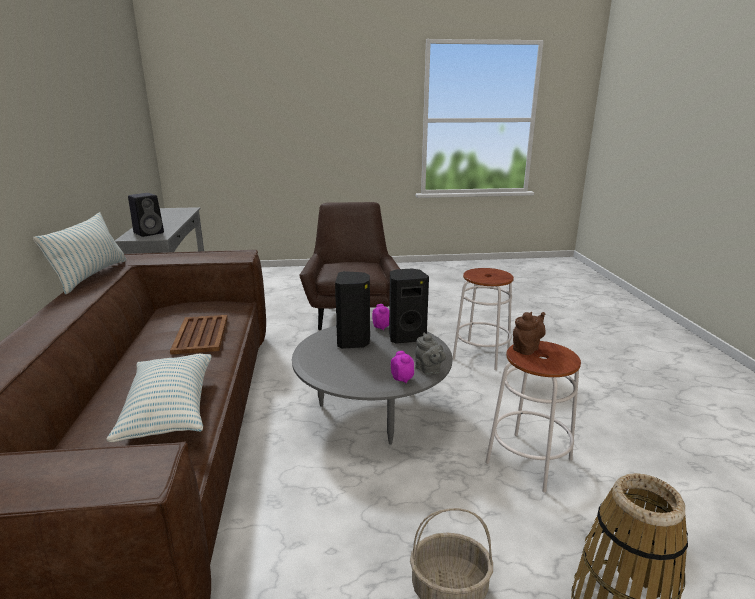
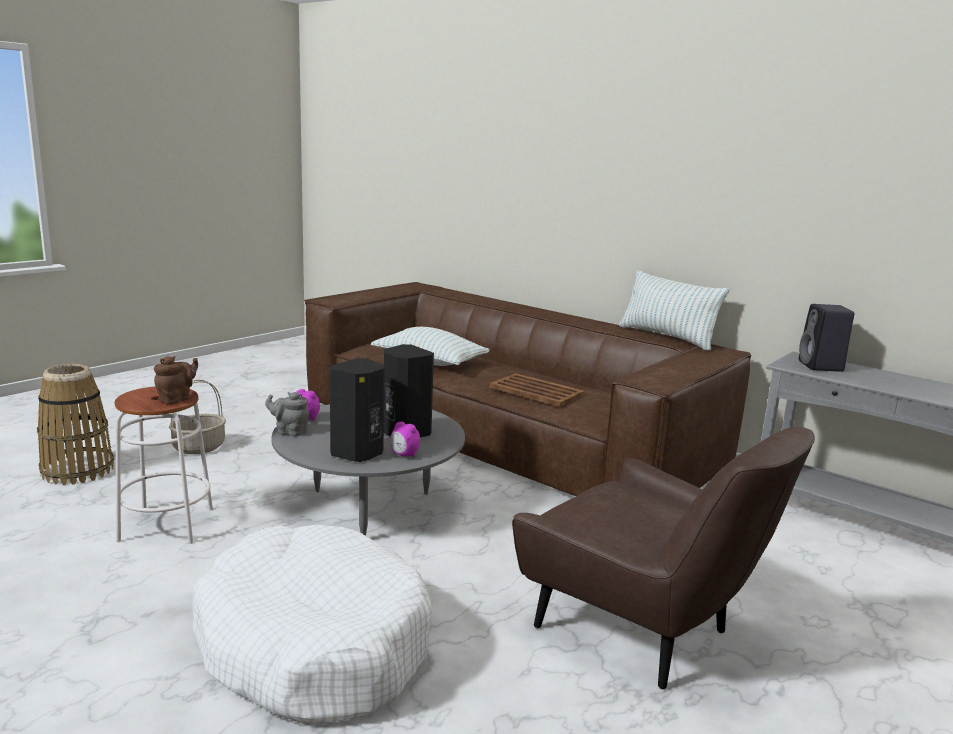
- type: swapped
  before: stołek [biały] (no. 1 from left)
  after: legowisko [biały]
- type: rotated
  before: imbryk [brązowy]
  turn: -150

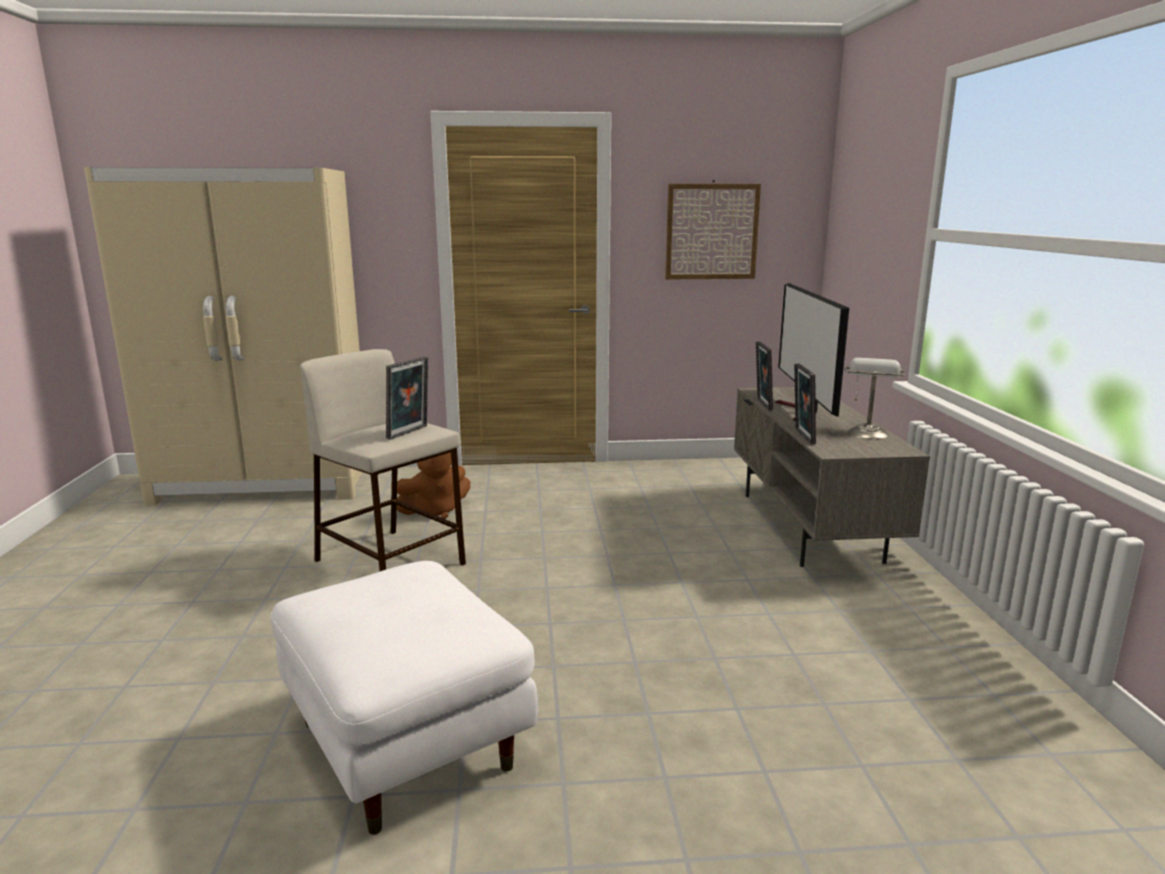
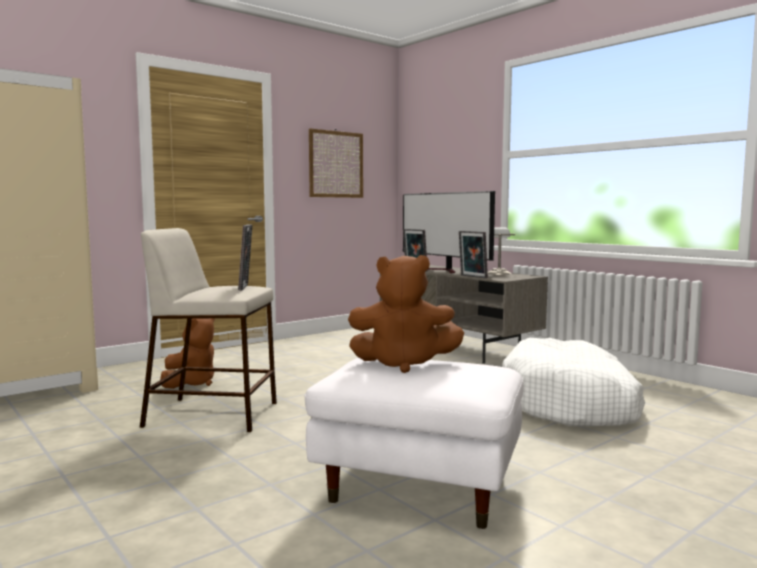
- type: new
  after: pluszak [brązowy] (no. 2 from left)
- type: new
  after: legowisko [biały]

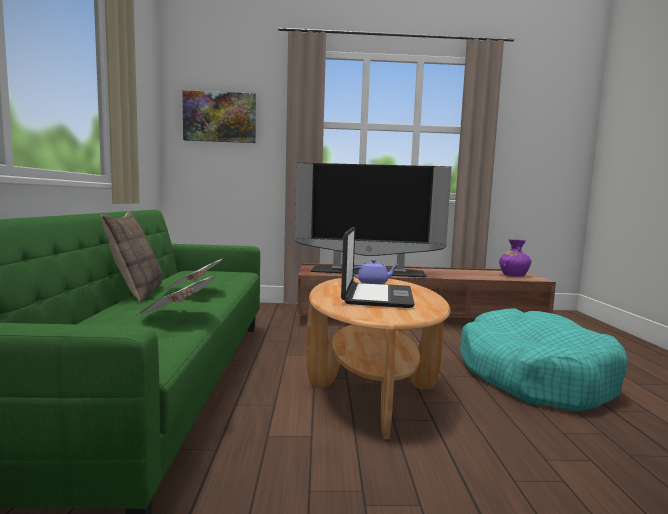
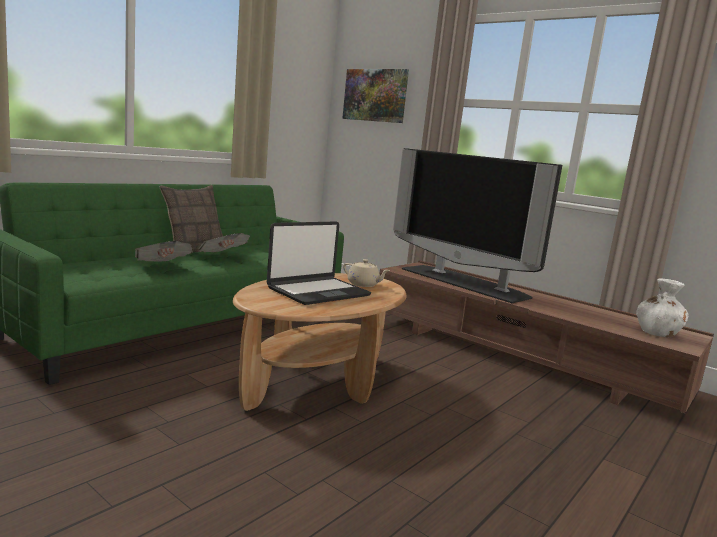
- type: repainted
  before: imbryk [fioletowy]
  after: imbryk [beżowy]
- type: gone
  before: legowisko [turkusowy]
- type: repainted
  before: wazon [fioletowy]
  after: wazon [biały]

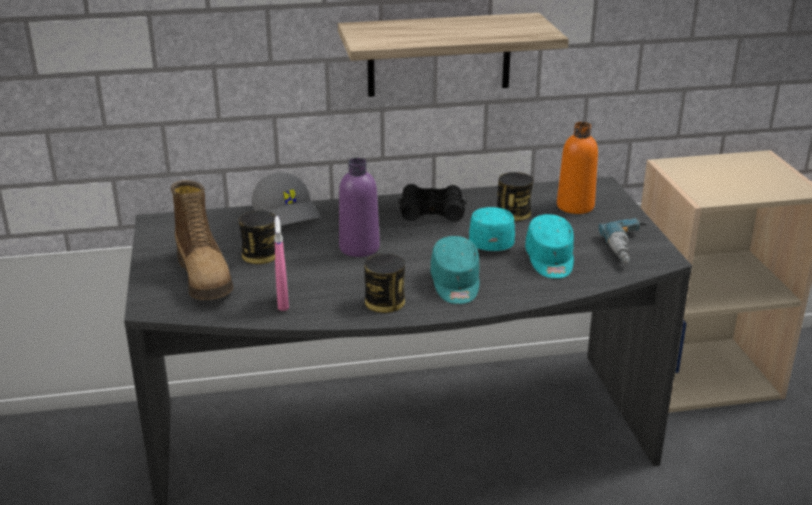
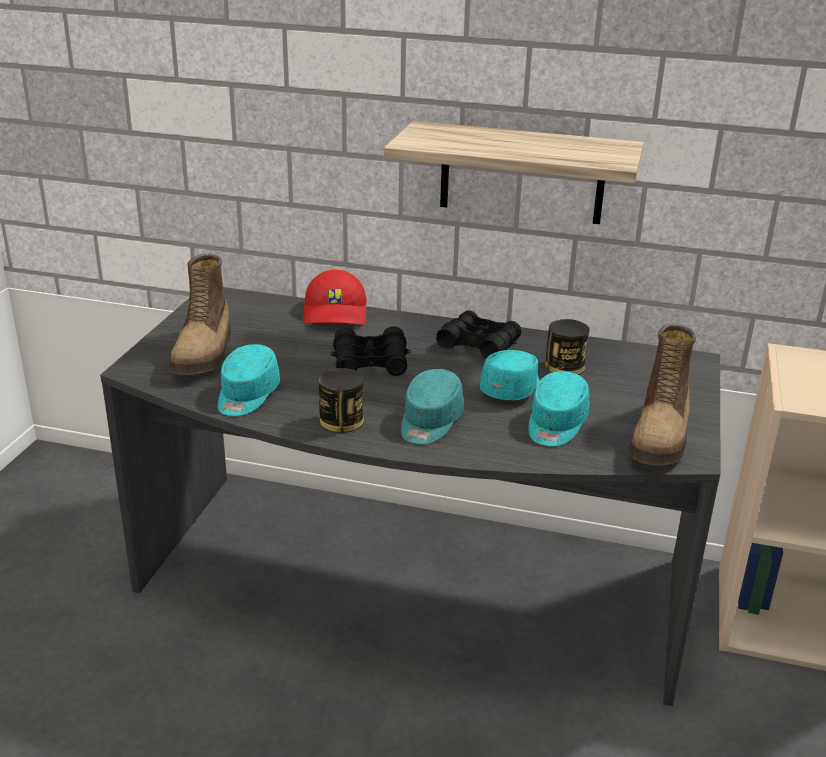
- type: gone
  before: puszka (no. 1 from left)
- type: repainted
  before: czapka z daszkiem [szary]
  after: czapka z daszkiem [czerwony]
- type: swapped
  before: spryskiwacz [różowy]
  after: czapka z daszkiem [turkusowy] (no. 1 from left)
- type: swapped
  before: butelka [fioletowy]
  after: lornetka [czarny] (no. 1 from left)
- type: gone
  before: butelka [pomarańczowy]
- type: swapped
  before: wiertarka
  after: but z cholewką (no. 2 from left)

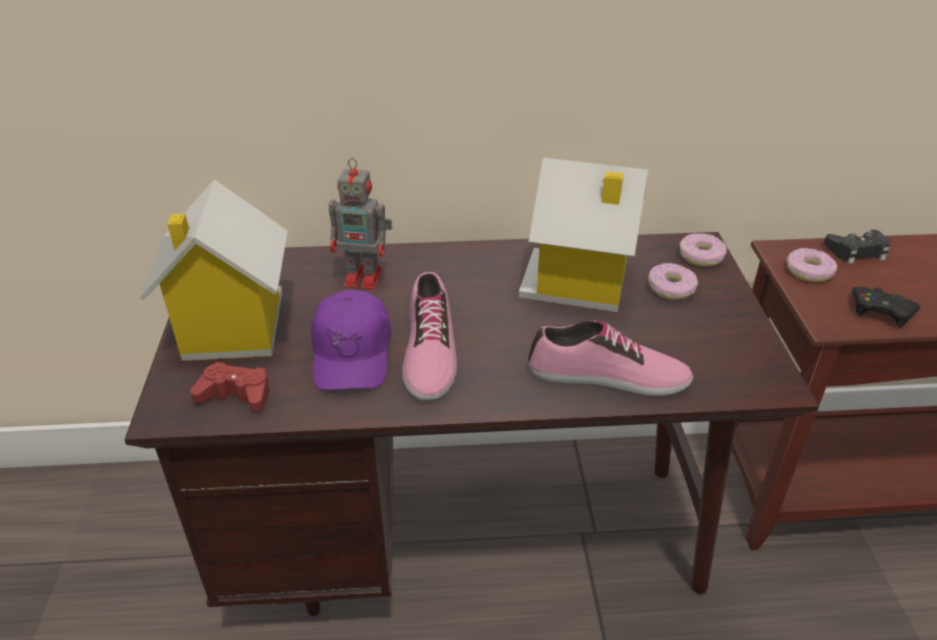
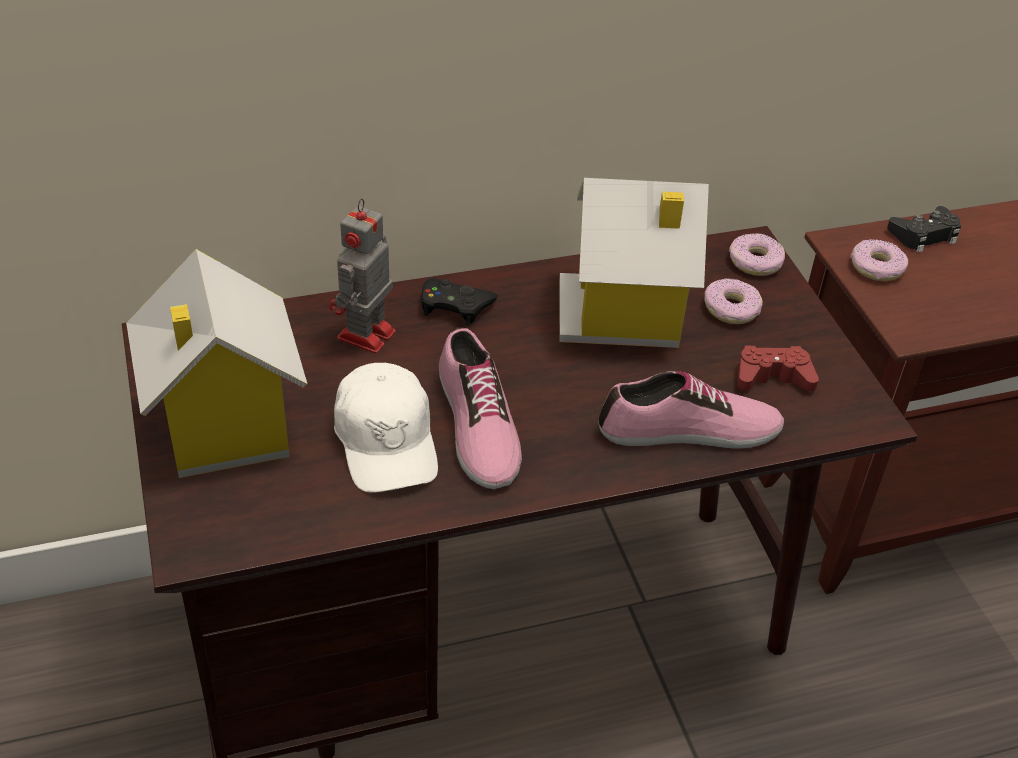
- type: shifted
  before: pad do gier [czerwony]
- type: repainted
  before: czapka z daszkiem [fioletowy]
  after: czapka z daszkiem [biały]
- type: rotated
  before: robot zabawkowy
  turn: 120
- type: shifted
  before: pad do gier [czarny] (no. 2 from left in the first image)
  after: pad do gier [czarny] (no. 1 from left)

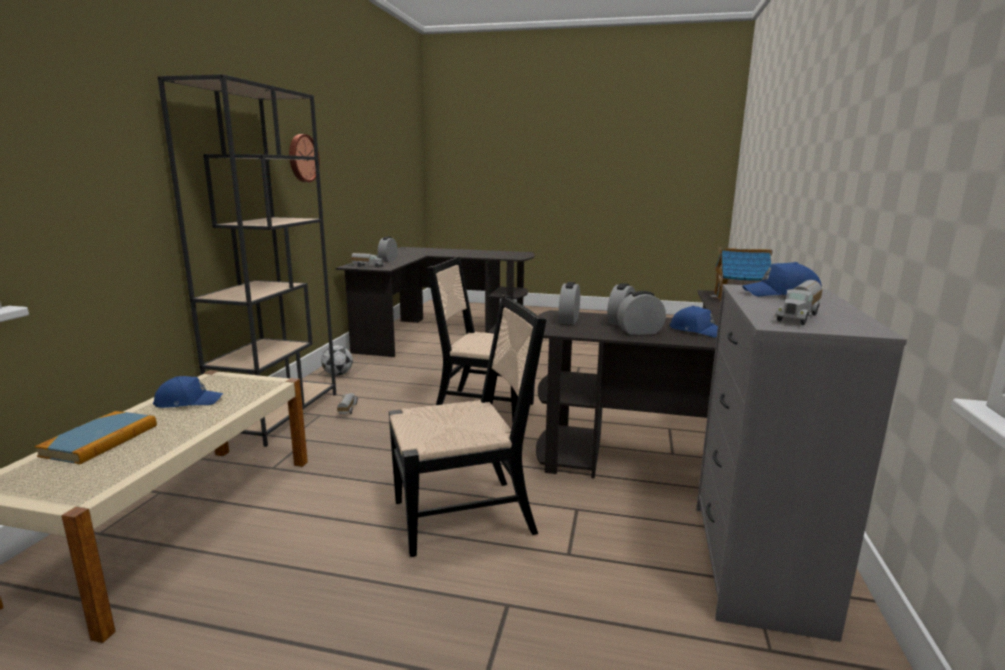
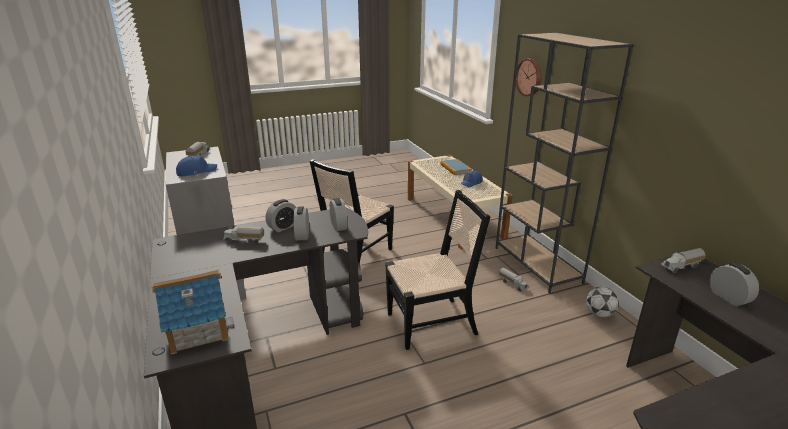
- type: shifted
  before: zegar ścienny
- type: swapped
  before: czapka z daszkiem [niebieski] (no. 2 from left)
  after: ciężarówka zabawkowa (no. 2 from left)

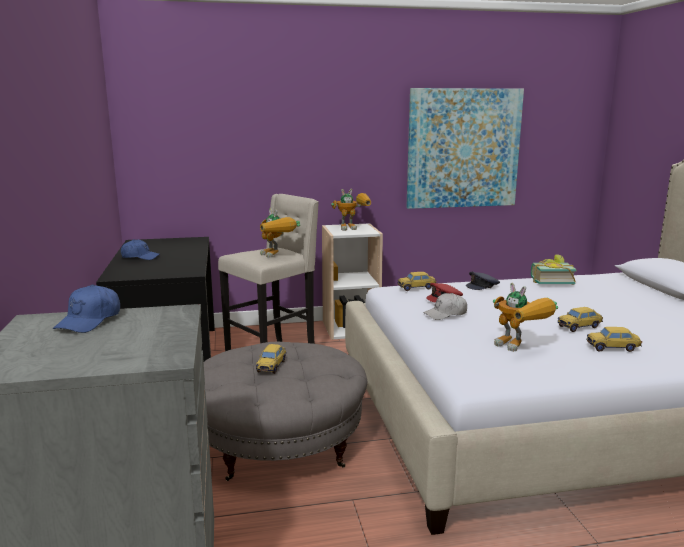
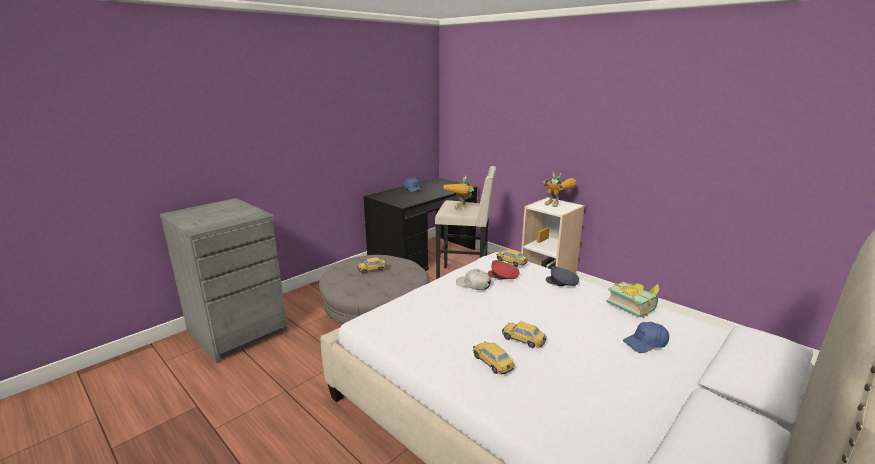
- type: shifted
  before: czapka z daszkiem [niebieski] (no. 1 from left in the first image)
  after: czapka z daszkiem [niebieski] (no. 2 from left)
- type: gone
  before: obraz
- type: gone
  before: robot zabawkowy (no. 3 from left)

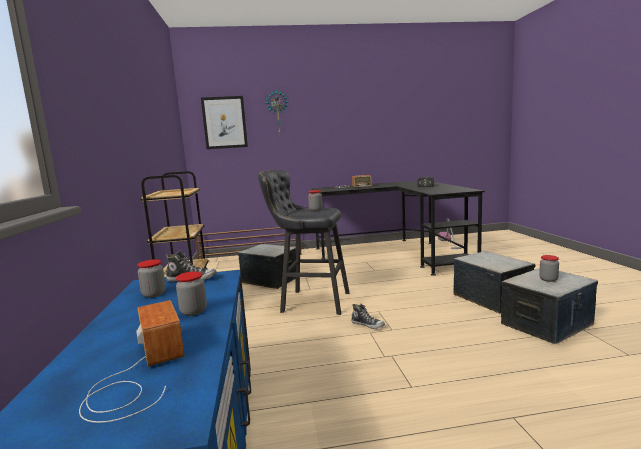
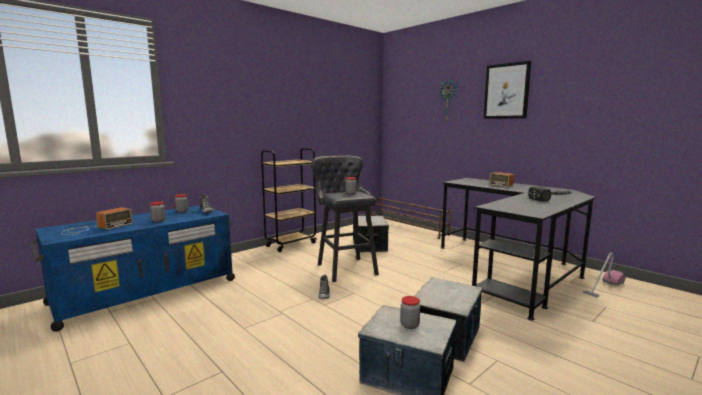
- type: shifted
  before: obraz

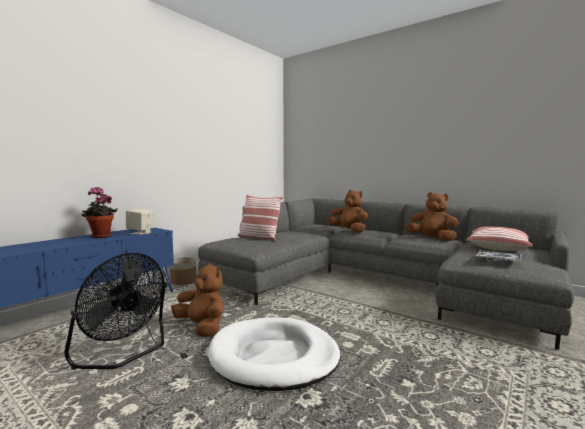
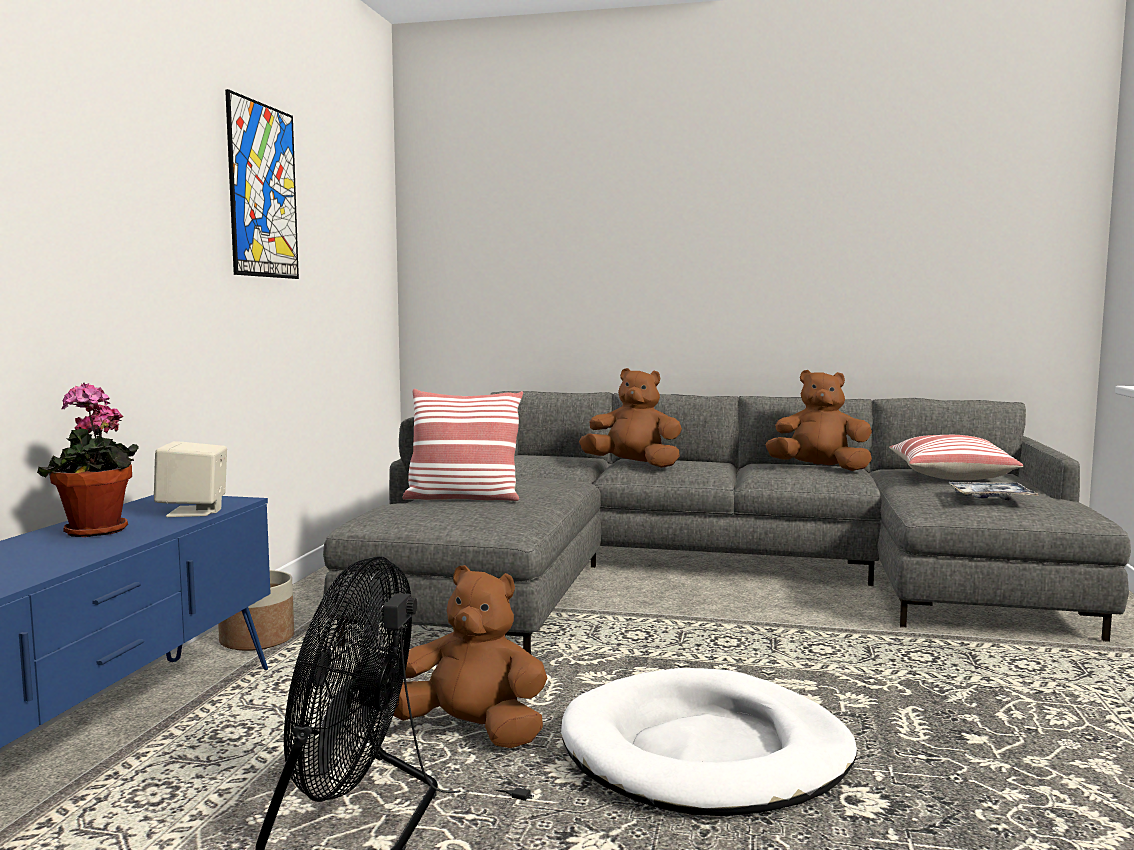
- type: new
  after: obraz

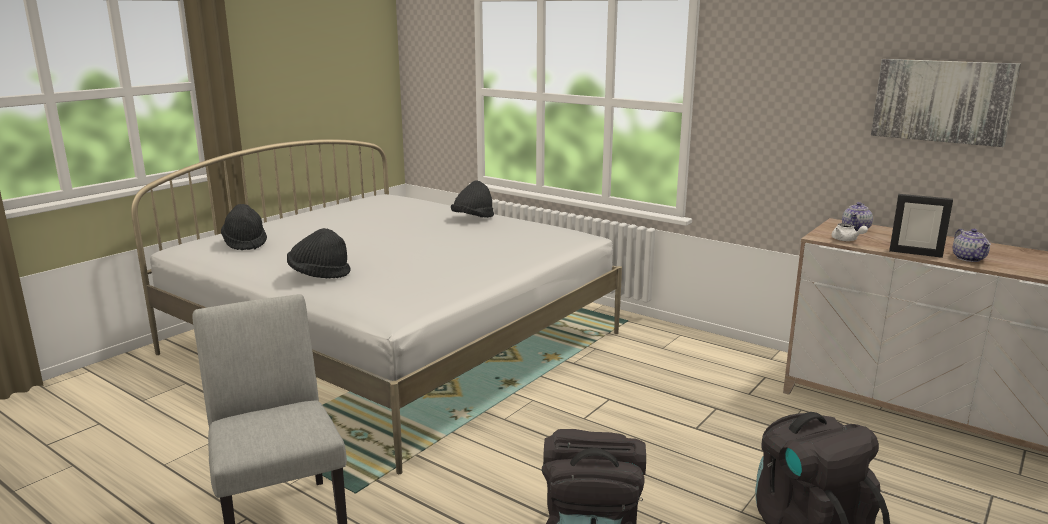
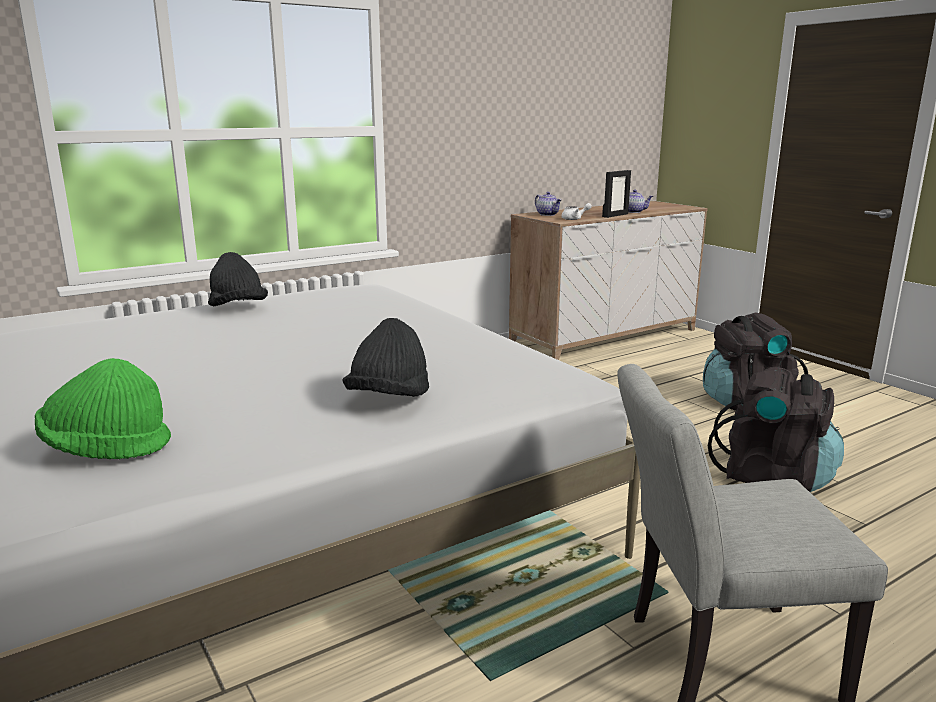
- type: repainted
  before: kapelusz [czarny] (no. 1 from left)
  after: kapelusz [zielony]
- type: gone
  before: obraz

